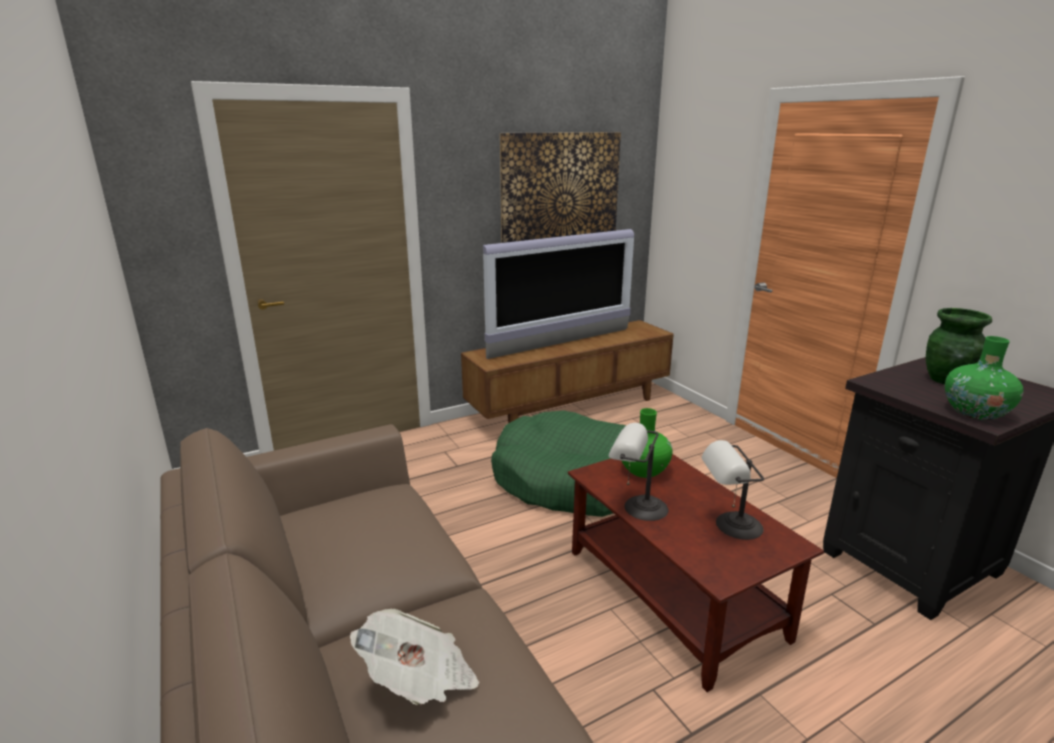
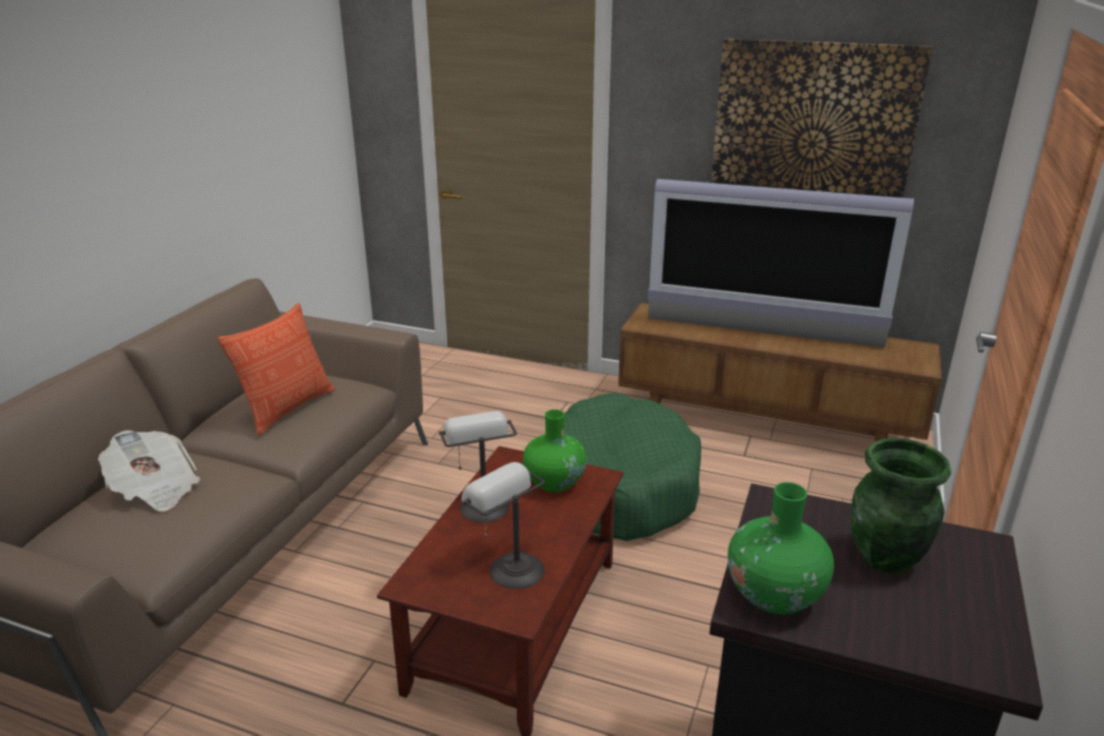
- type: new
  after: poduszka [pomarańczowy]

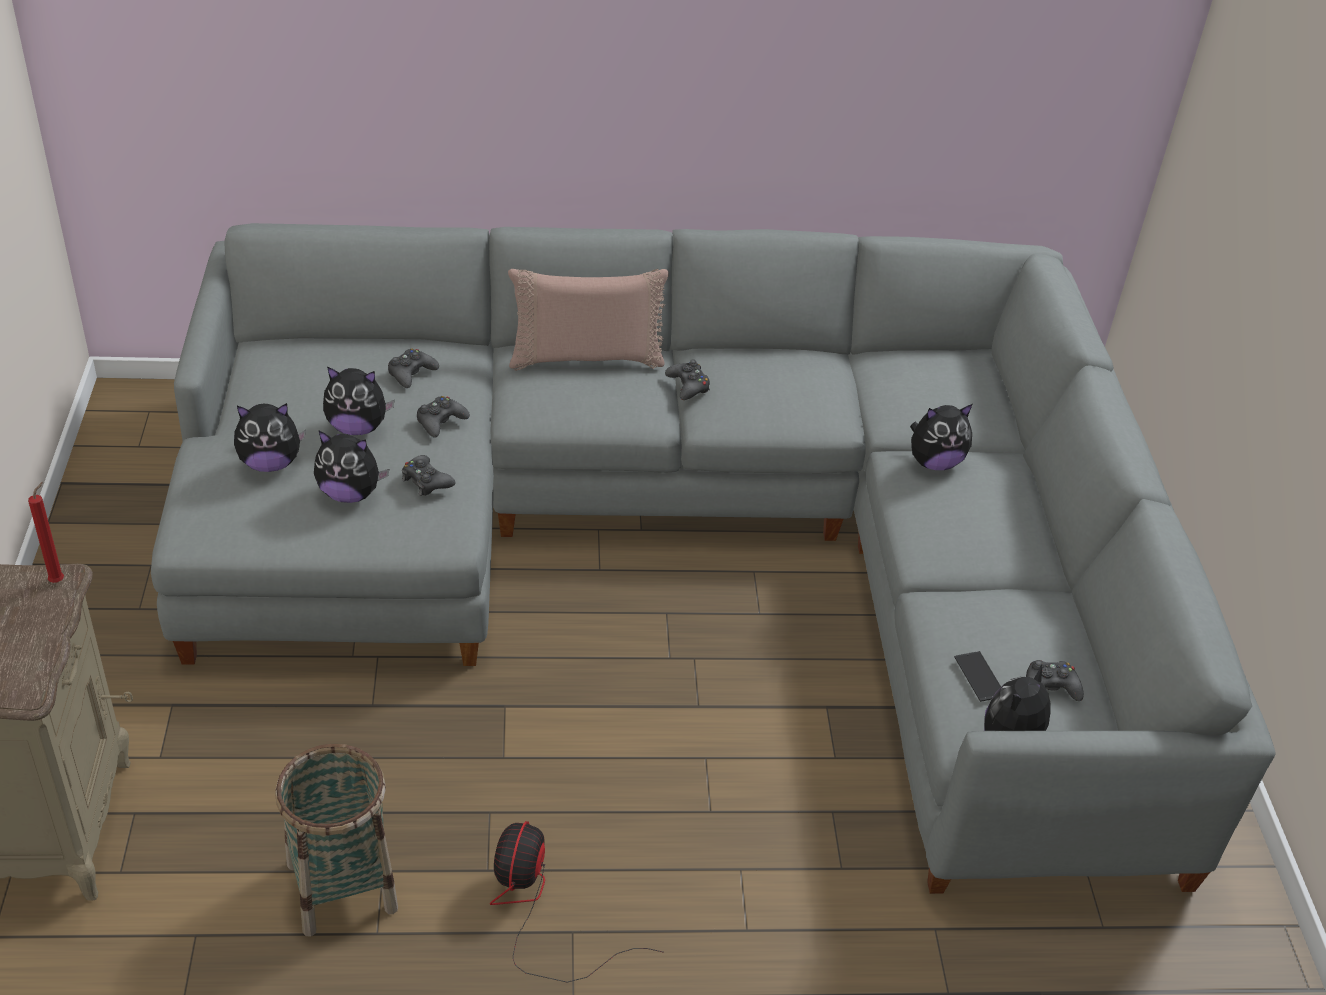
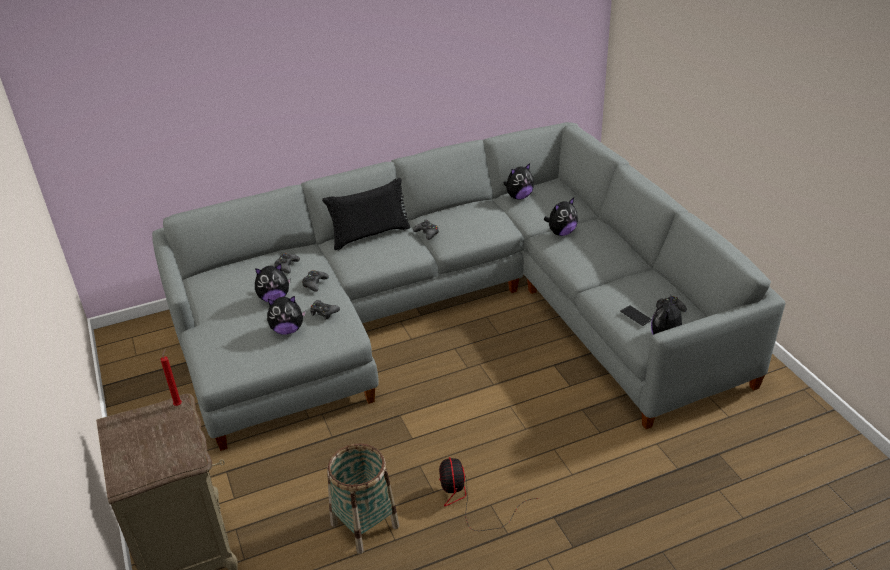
- type: shifted
  before: pluszak (no. 1 from left in the first image)
  after: pluszak (no. 3 from left)
- type: repainted
  before: poduszka [beżowy]
  after: poduszka [czarny]

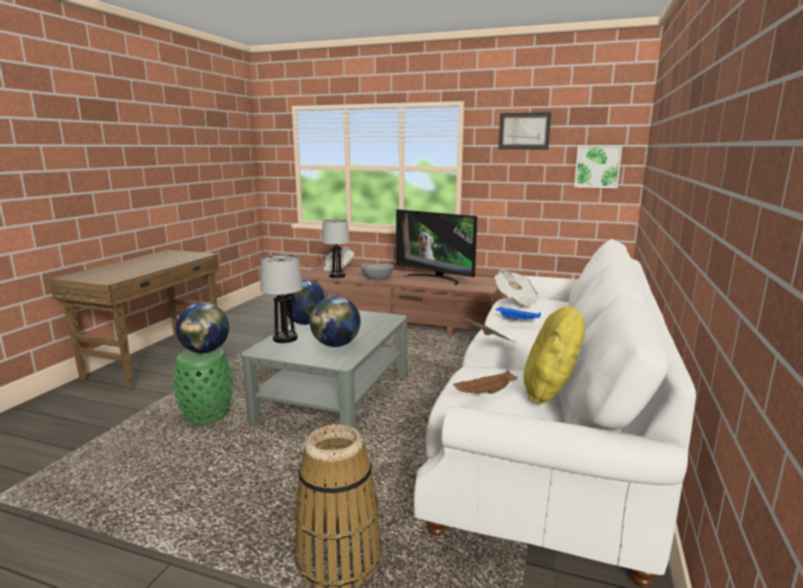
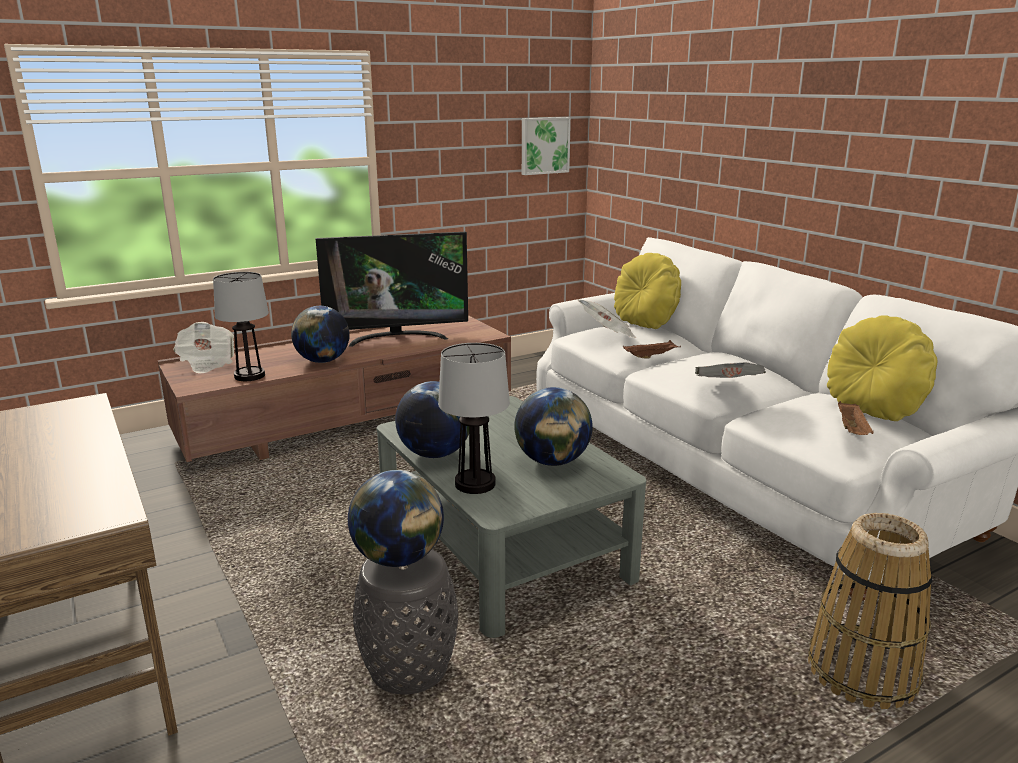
- type: repainted
  before: stołek [zielony]
  after: stołek [szary]
- type: swapped
  before: miska [szary]
  after: globus (no. 1 from left)
- type: repainted
  before: taca [niebieski]
  after: taca [brązowy] (no. 1 from left)
- type: gone
  before: obraz (no. 1 from left)
- type: new
  after: poduszka [żółty] (no. 1 from left)

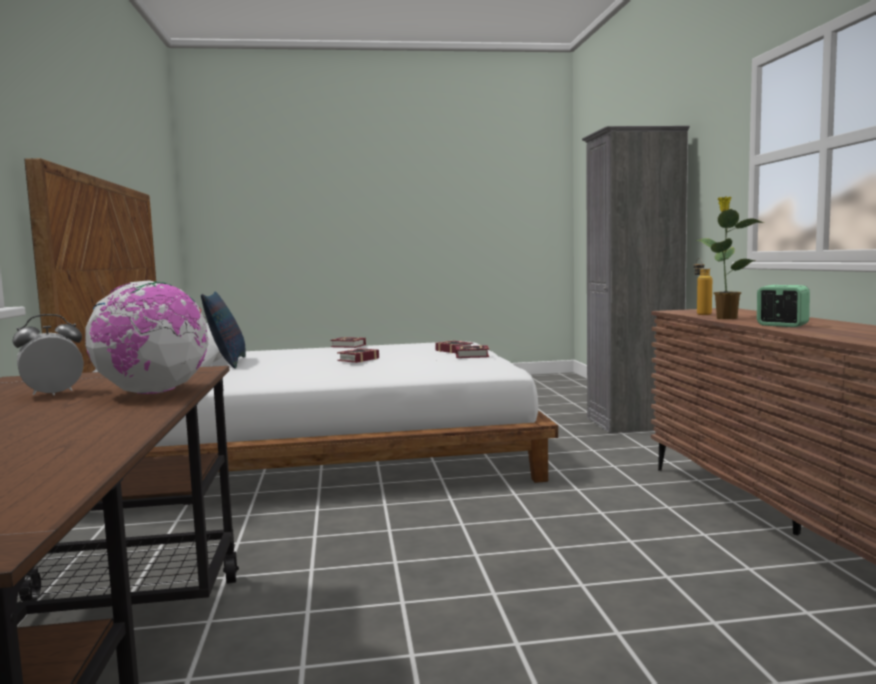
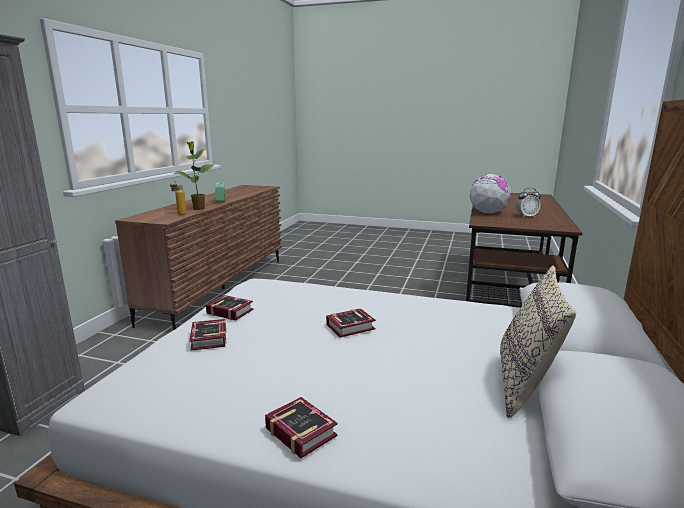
- type: repainted
  before: poduszka [niebieski]
  after: poduszka [beżowy]

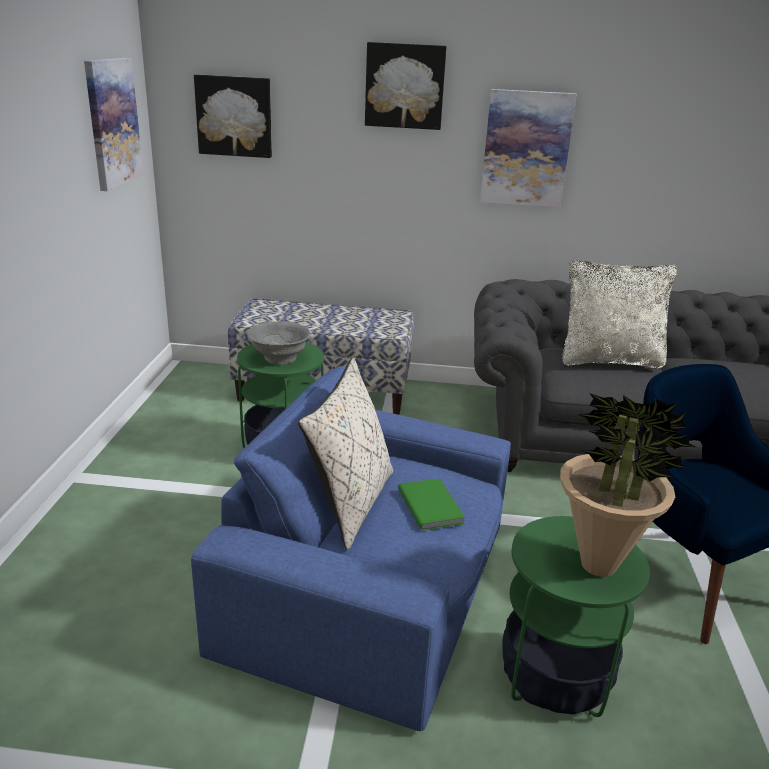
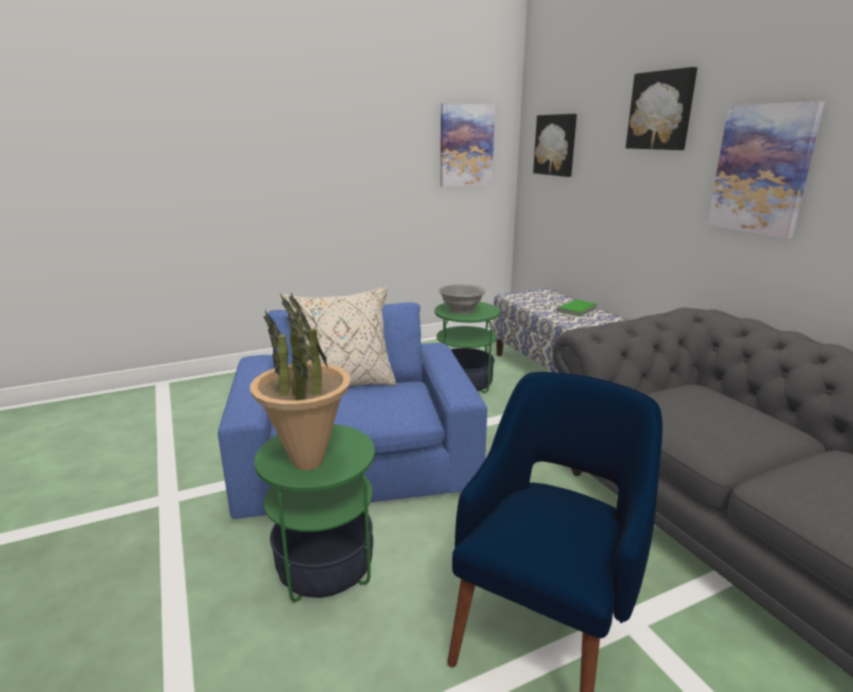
- type: shifted
  before: książka [zielony]
- type: gone
  before: poduszka [beżowy] (no. 2 from left)

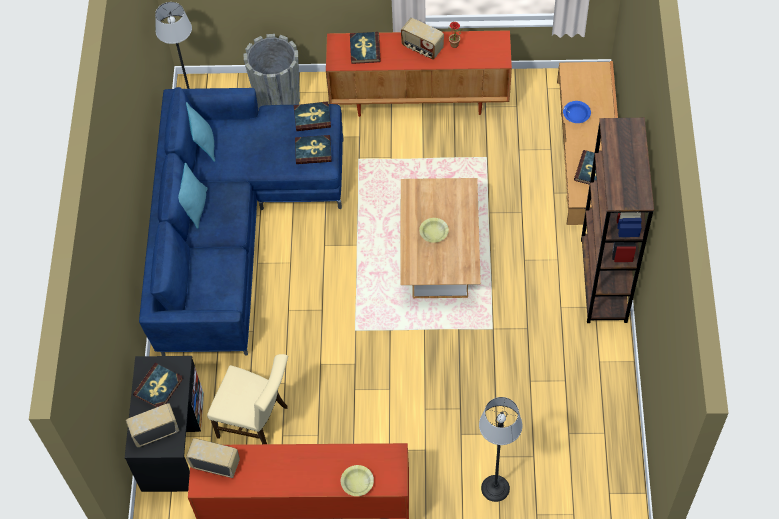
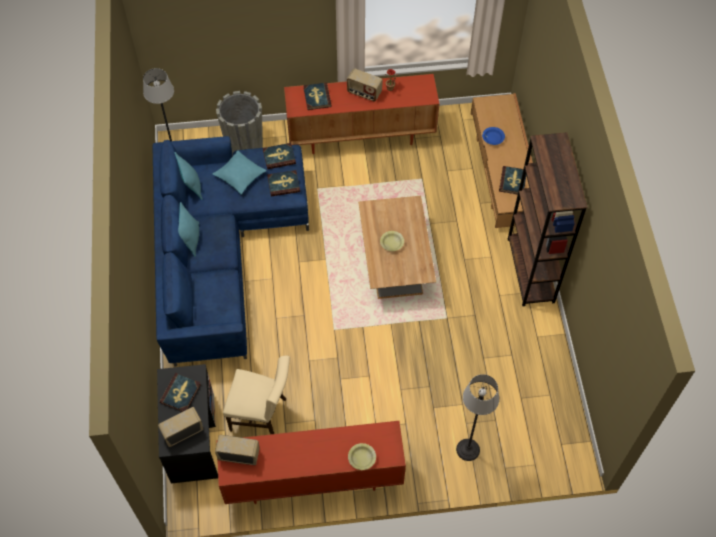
- type: new
  after: poduszka [turkusowy] (no. 3 from left)

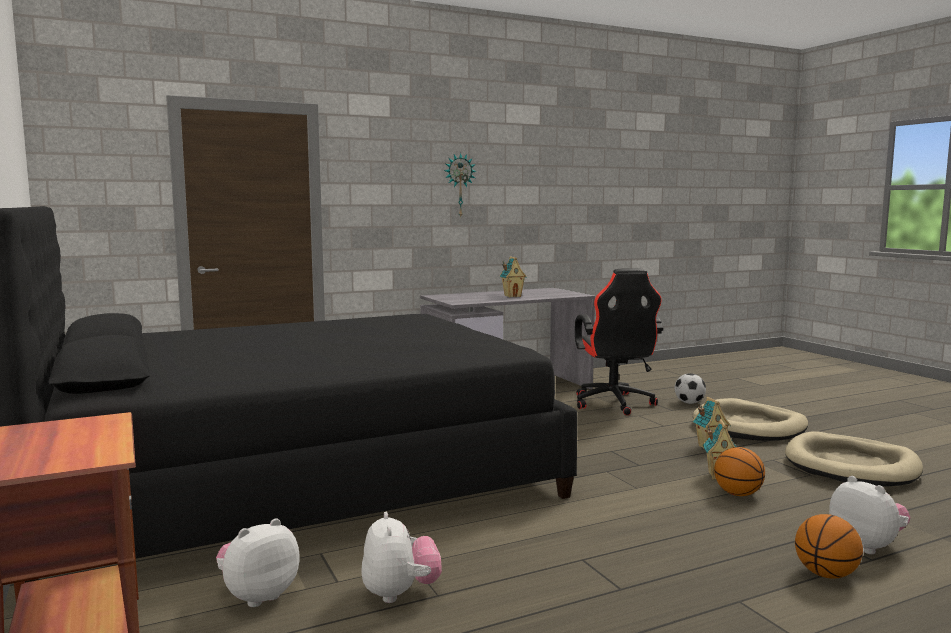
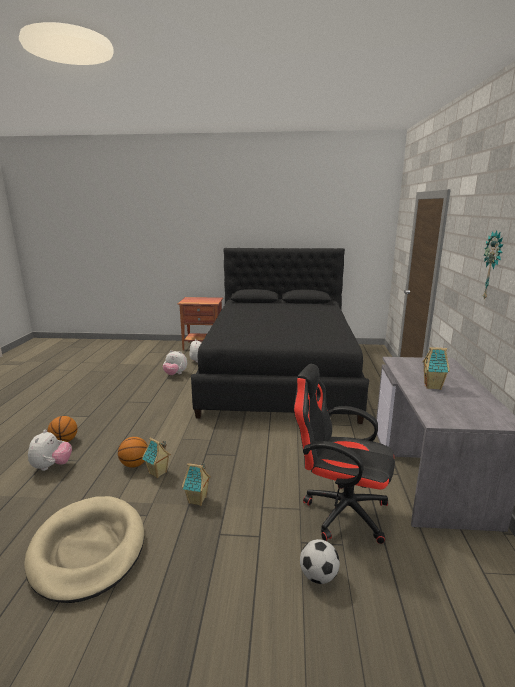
- type: gone
  before: legowisko [beżowy] (no. 1 from left)
- type: rotated
  before: pluszak (no. 3 from left in the first image)
  turn: -90

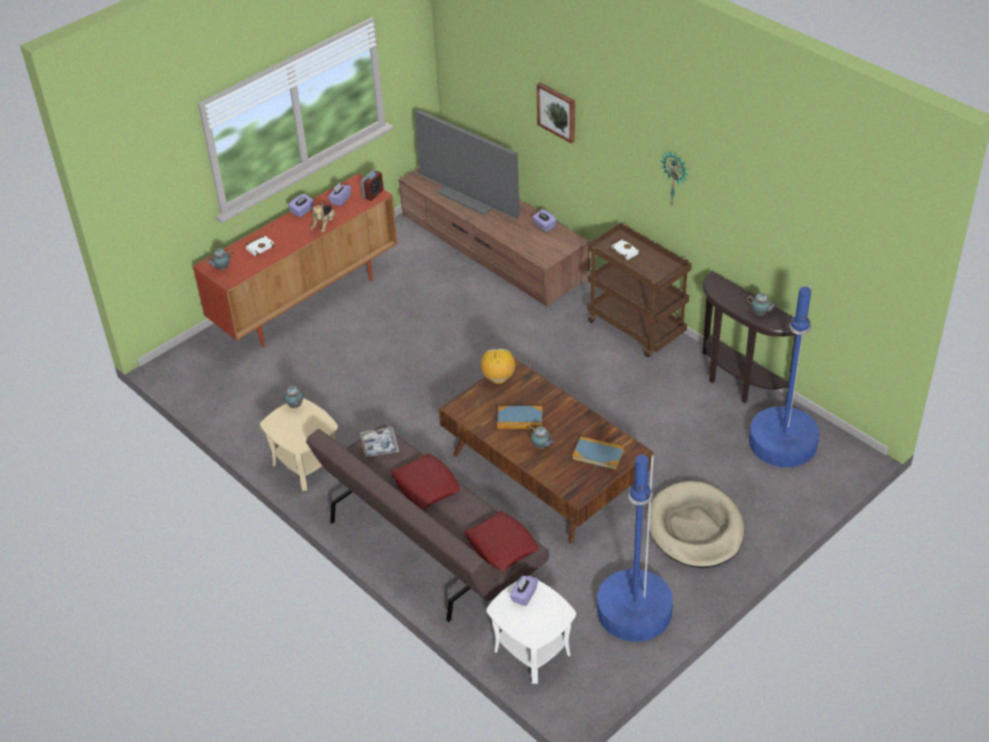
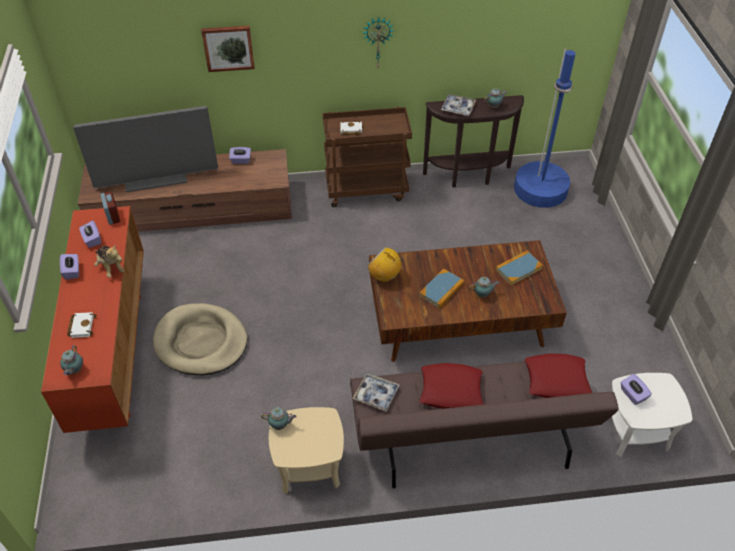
- type: gone
  before: lampa stojąca [niebieski] (no. 1 from left)
- type: shifted
  before: legowisko [beżowy]
- type: new
  after: taca (no. 2 from left)

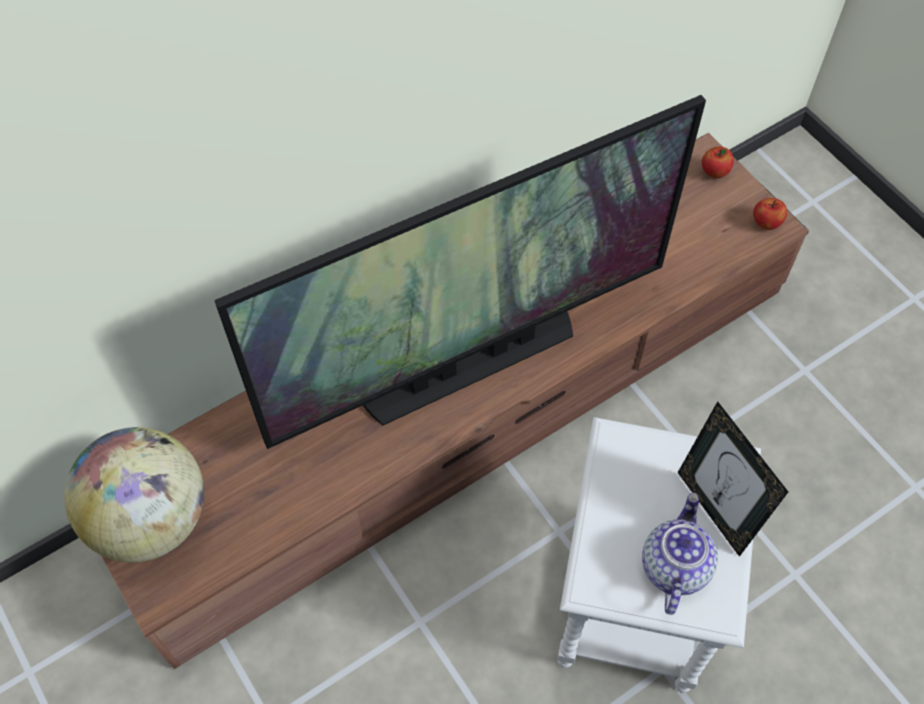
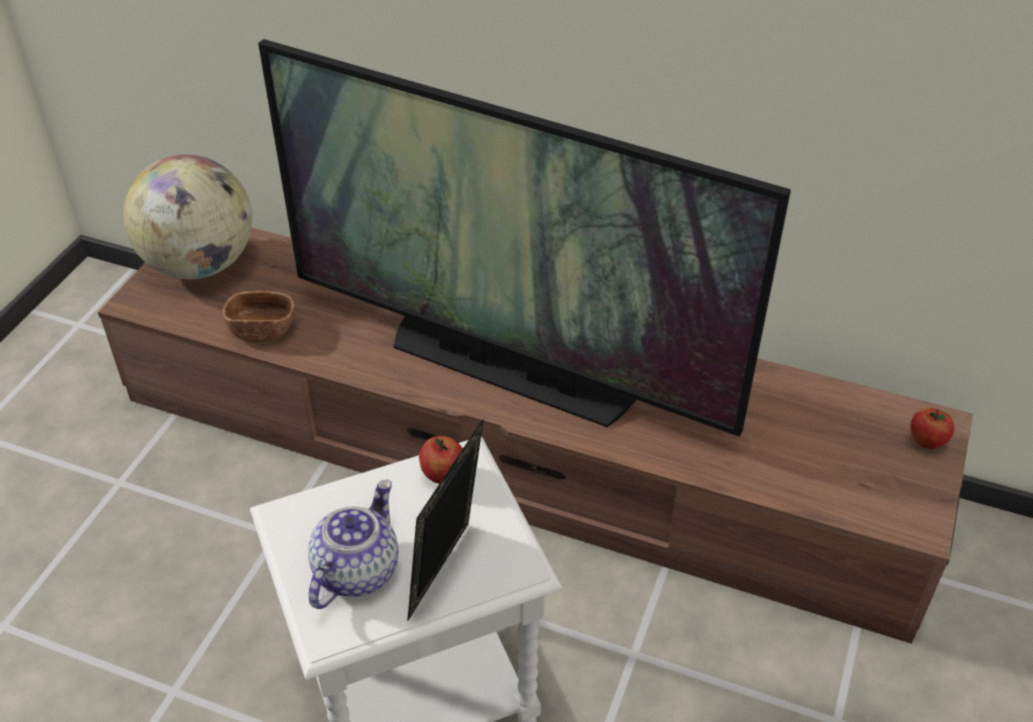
- type: rotated
  before: imbryk
  turn: -45
- type: shifted
  before: jabłko (no. 2 from left in the first image)
  after: jabłko (no. 1 from left)
- type: new
  after: miska [brązowy]

